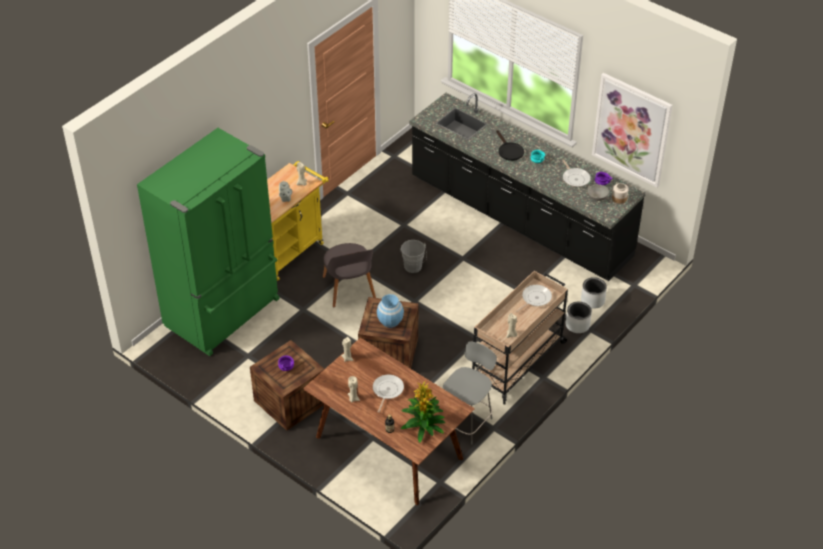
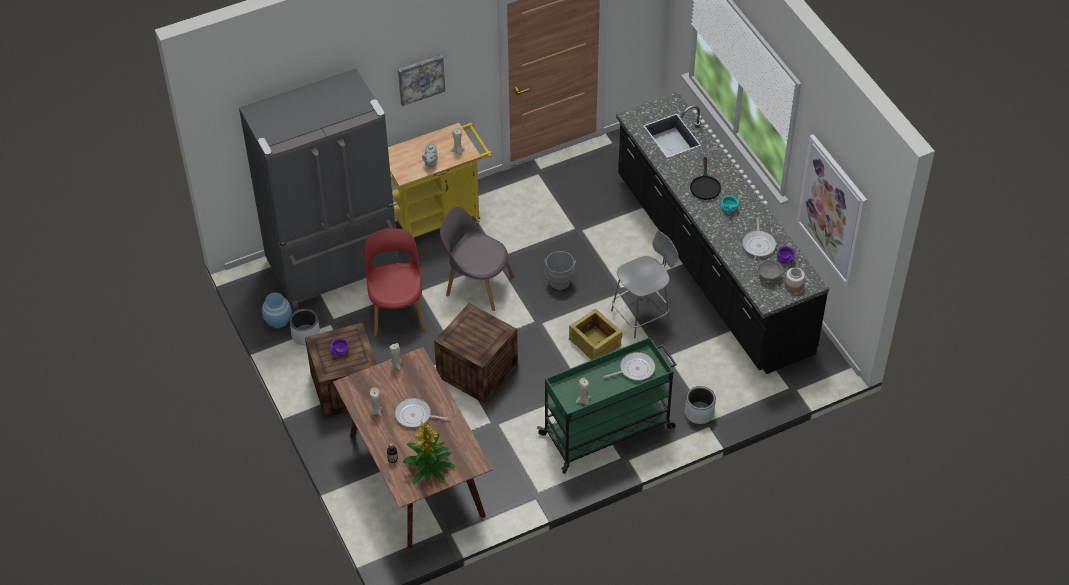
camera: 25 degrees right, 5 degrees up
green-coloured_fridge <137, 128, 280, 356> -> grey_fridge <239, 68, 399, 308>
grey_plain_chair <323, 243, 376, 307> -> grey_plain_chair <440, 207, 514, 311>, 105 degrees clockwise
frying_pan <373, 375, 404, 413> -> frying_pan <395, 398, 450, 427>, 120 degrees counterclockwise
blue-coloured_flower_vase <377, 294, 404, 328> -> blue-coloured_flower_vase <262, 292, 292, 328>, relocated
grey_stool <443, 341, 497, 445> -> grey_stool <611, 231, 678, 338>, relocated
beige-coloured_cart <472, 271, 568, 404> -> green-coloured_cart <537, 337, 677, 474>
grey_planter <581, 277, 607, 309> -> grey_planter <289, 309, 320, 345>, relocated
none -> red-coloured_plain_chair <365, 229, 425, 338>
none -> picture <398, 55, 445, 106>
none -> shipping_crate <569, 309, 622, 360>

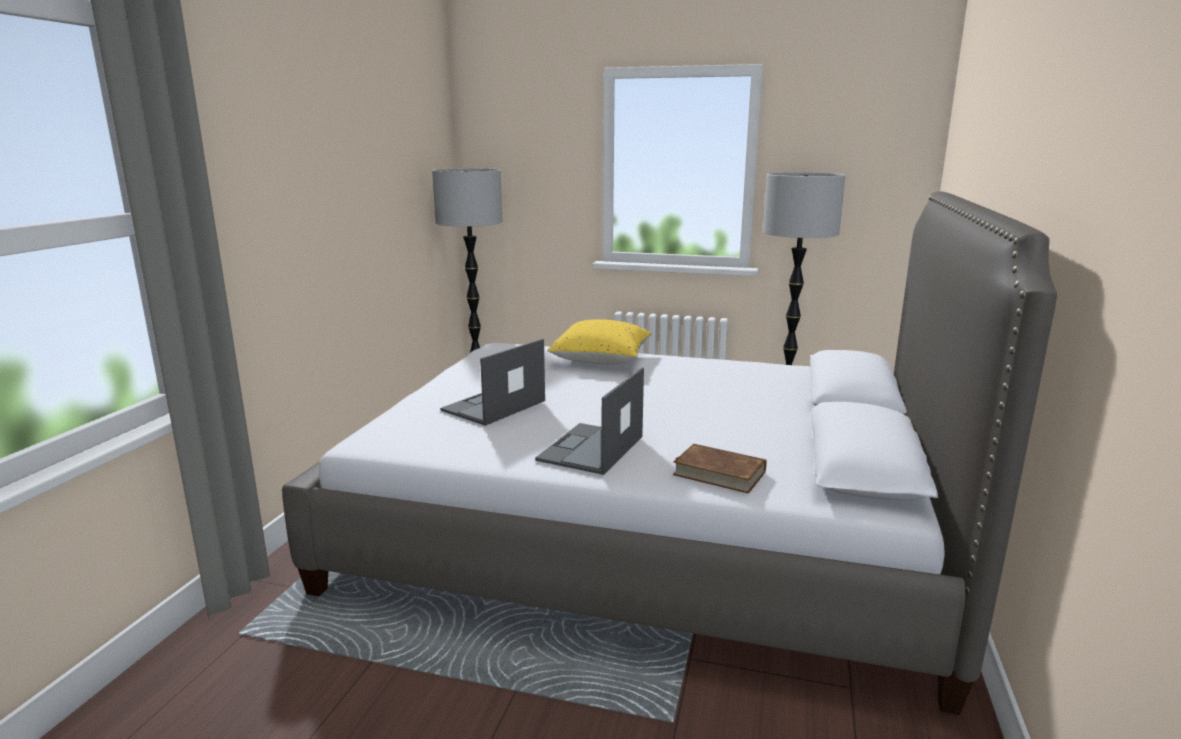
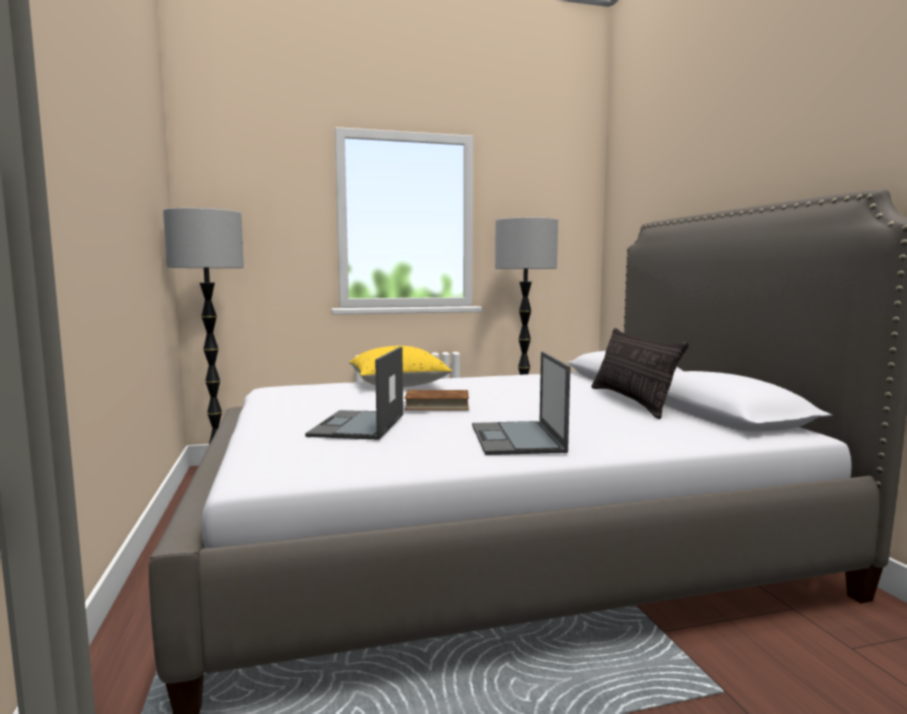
camera: 30 degrees left, 10 degrees down
brown-coloured_volume <673, 444, 767, 494> -> brown-coloured_volume <403, 390, 469, 410>, relocated
none -> cushion <591, 328, 689, 419>

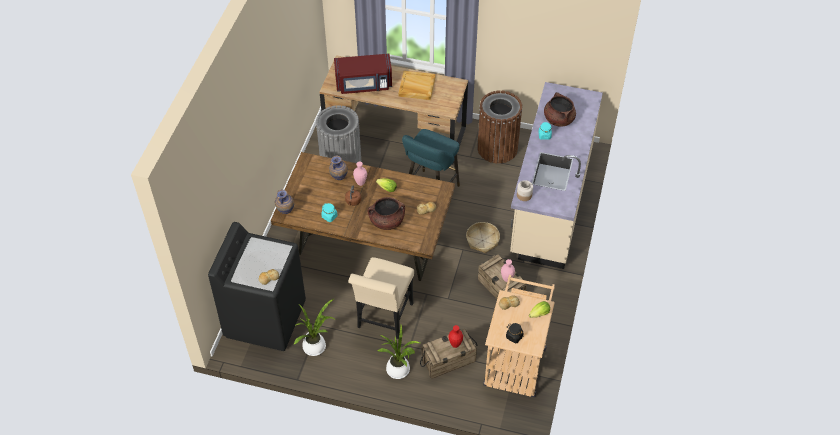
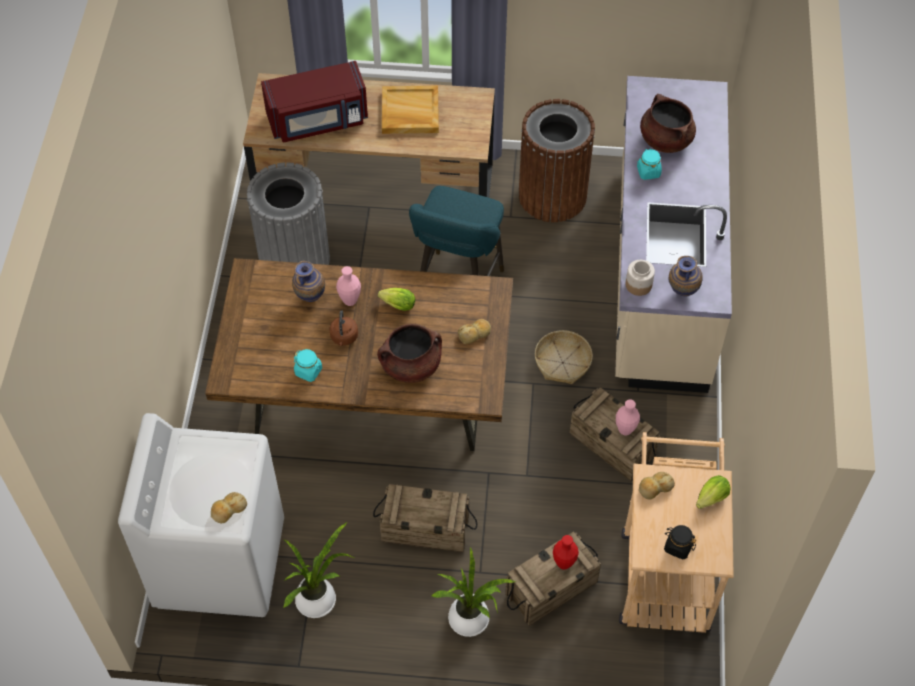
camera: 10 degrees left, 5 degrees up
black-coloured_laundry_appliance <208, 222, 306, 351> -> whitish_laundry_appliance <118, 413, 284, 617>
flower_vase <275, 190, 294, 214> -> flower_vase <669, 256, 703, 296>, relocated
beige-coloured_plain_chair <348, 257, 414, 339> -> shipping_crate <373, 484, 478, 552>

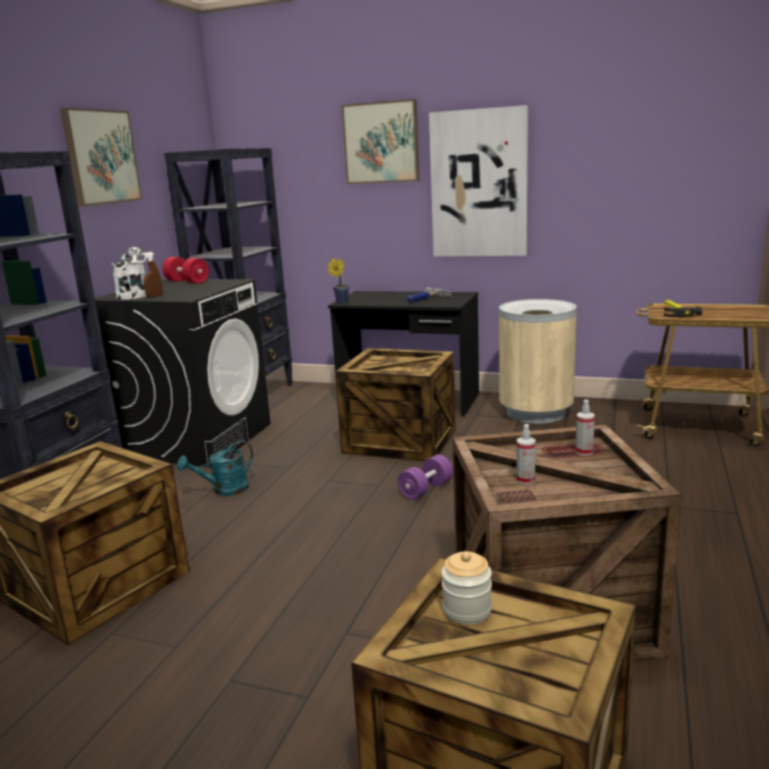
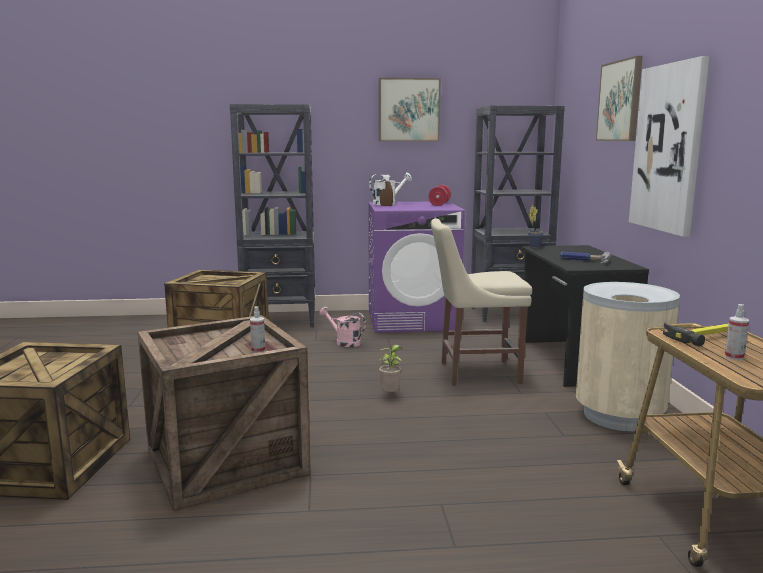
camera: 65 degrees right, 5 degrees down
black-coloured_laundry_appliance <95, 279, 271, 468> -> purplish_laundry_appliance <368, 201, 465, 333>
turquoise-coloured_watering_pot <177, 441, 253, 496> -> pink_watering_pot <319, 307, 366, 347>
shipping_crate <335, 348, 456, 462> -> beige-coloured_plain_chair <431, 219, 532, 386>
purplish_hand_weight <398, 454, 453, 500> -> houseplant <379, 345, 403, 392>
preserve_jar <441, 551, 492, 625> -> none
spray_bottle <516, 424, 536, 484> -> spray_bottle <725, 304, 749, 360>, relocated

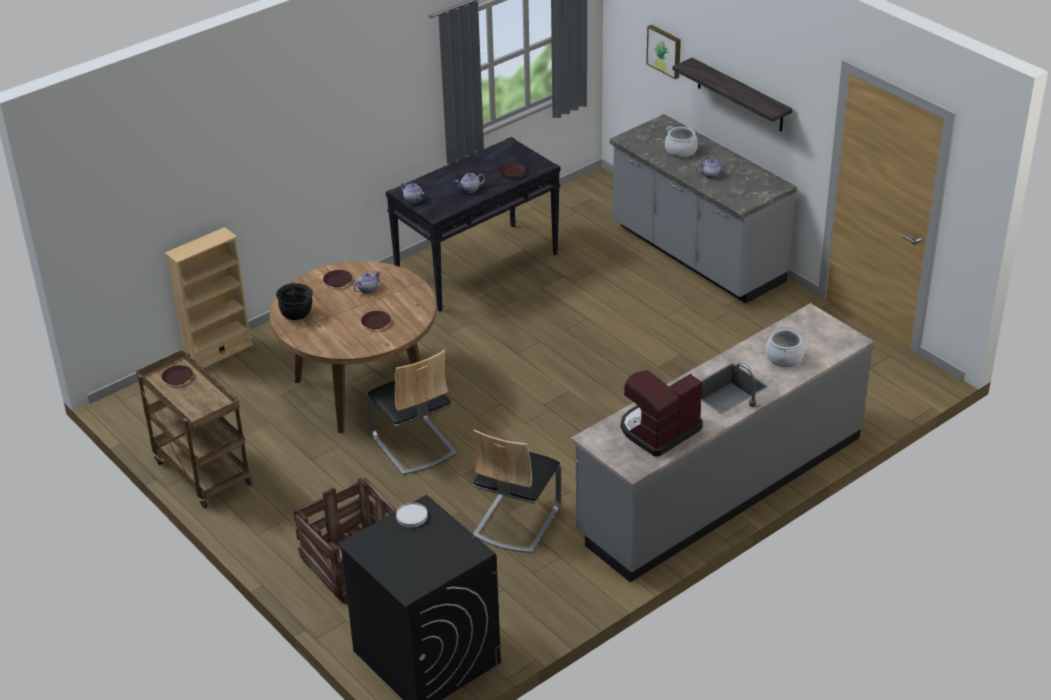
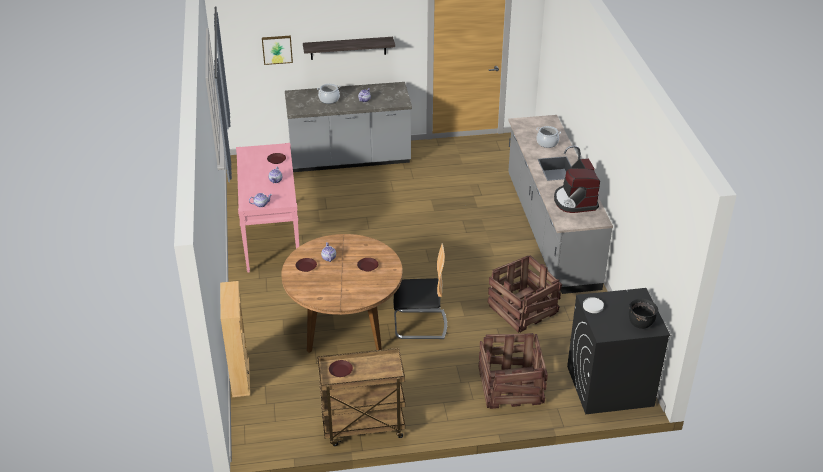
camera: 60 degrees left, 0 degrees up
black-coloured_stockpot <276, 283, 313, 320> -> black-coloured_stockpot <629, 299, 658, 329>, relocated
black-coloured_hall_table <386, 137, 560, 312> -> pink_hall_table <236, 143, 299, 273>
plain_chair <473, 429, 561, 553> -> shipping_crate <488, 255, 562, 332>

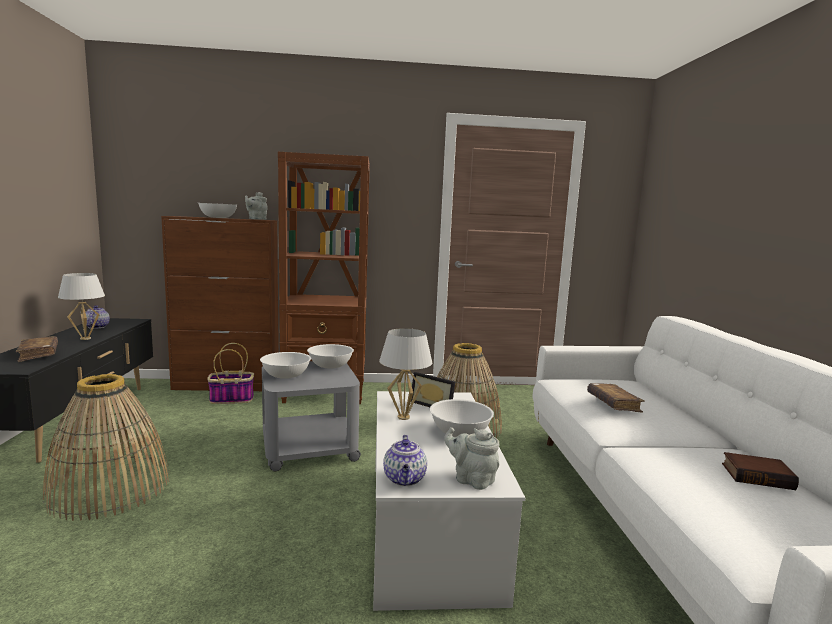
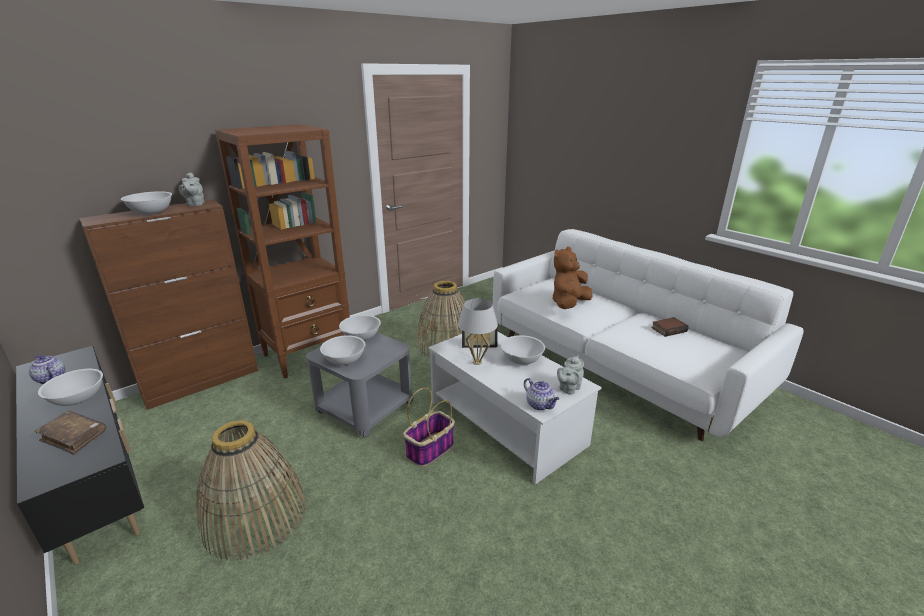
camera: 35 degrees left, 15 degrees up
whitish_lamp_for_a_table <58, 273, 105, 340> -> whitish_deep_dish <38, 369, 103, 406>
storage_basket <207, 343, 254, 404> -> storage_basket <403, 388, 455, 467>, relocated
grey_tea_pot <444, 427, 499, 490> -> grey_tea_pot <557, 355, 584, 394>, 45 degrees counterclockwise
brown-coloured_volume <587, 383, 645, 412> -> brown-coloured_cuddly_toy <553, 247, 593, 309>

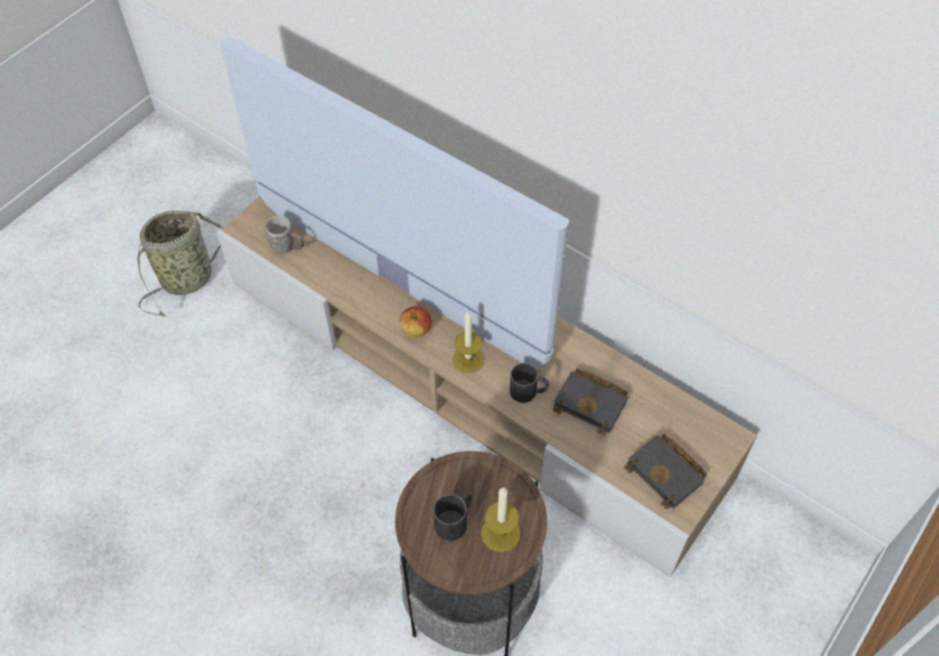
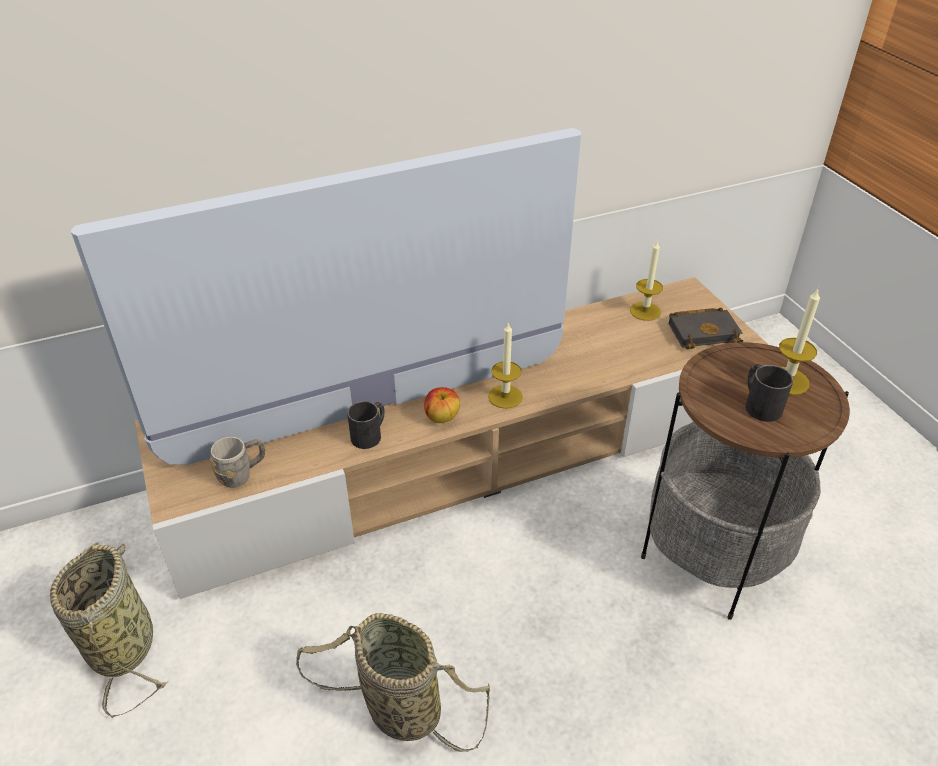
camera: 60 degrees left, 15 degrees down
black-coloured_mug <510, 363, 549, 403> -> black-coloured_mug <347, 401, 385, 449>, relocated
black-coloured_volume <553, 368, 628, 435> -> none
none -> storage_basket <296, 613, 490, 752>
none -> candle <630, 240, 663, 321>

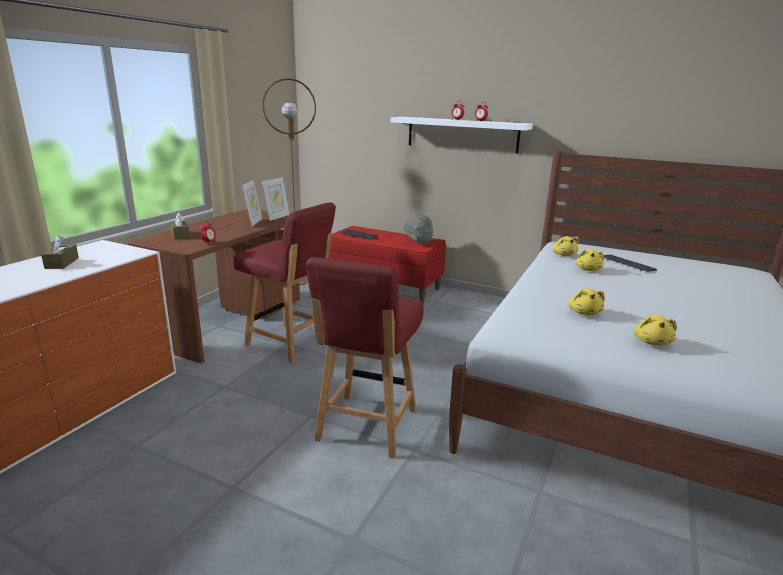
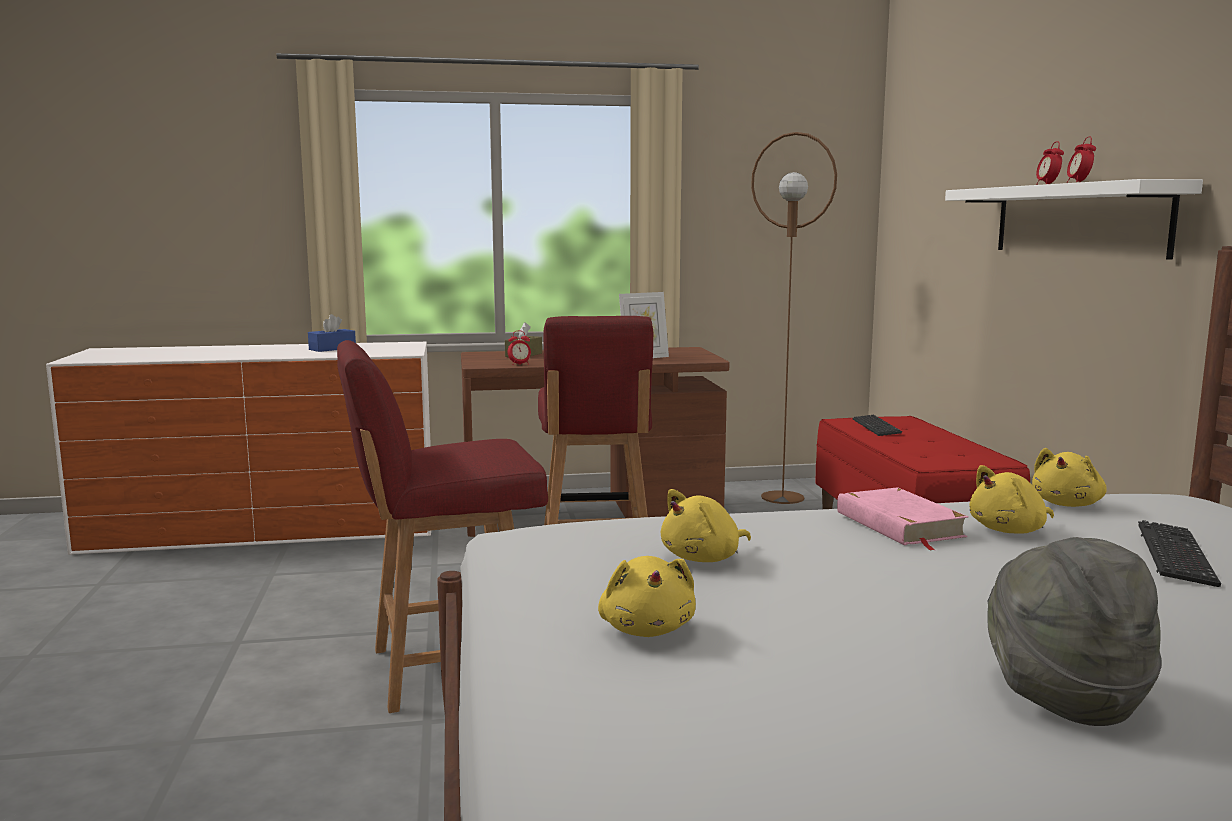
camera: 55 degrees right, 10 degrees down
brown-coloured_tissue_box <41, 235, 79, 269> -> blue-coloured_tissue_box <308, 314, 356, 352>
picture_frame <262, 177, 289, 221> -> none
grey_clothing_hat <404, 215, 433, 245> -> grey_clothing_hat <987, 537, 1162, 726>, relocated
yellow-coloured_cuddly_toy <634, 315, 677, 346> -> yellow-coloured_cuddly_toy <598, 556, 696, 637>, 75 degrees counterclockwise
none -> pink_volume <837, 487, 969, 551>

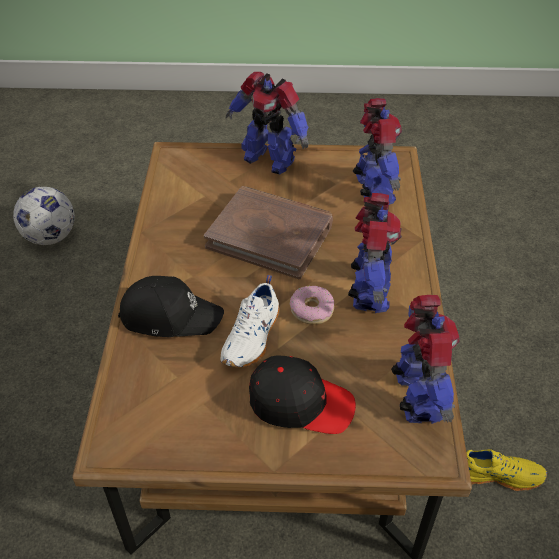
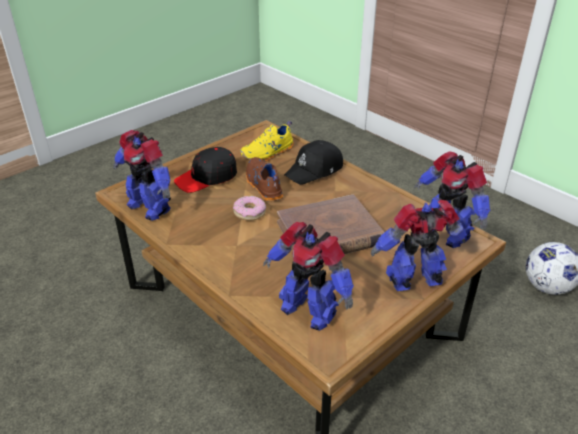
camera: 135 degrees right, 10 degrees down
whitish_item_of_footwear <220, 275, 279, 368> -> brown-coloured_item_of_footwear <246, 157, 283, 201>
robot_figure <348, 193, 402, 313> -> robot_figure <414, 151, 490, 248>, relocated
yellow-coloured_item_of_footwear <466, 449, 547, 491> -> yellow-coloured_item_of_footwear <240, 121, 294, 162>, relocated

